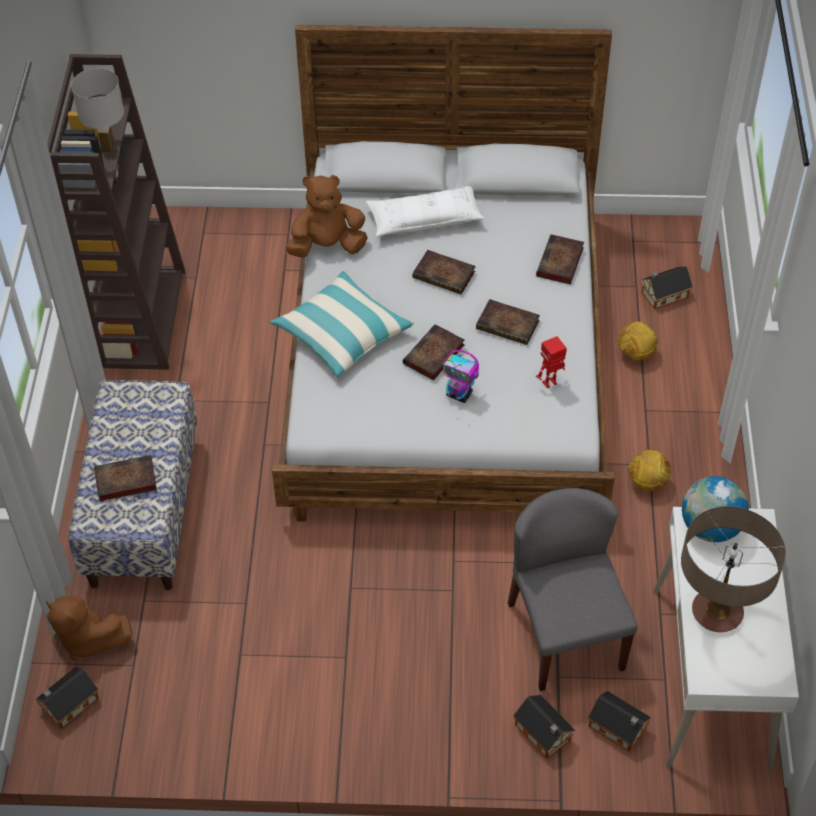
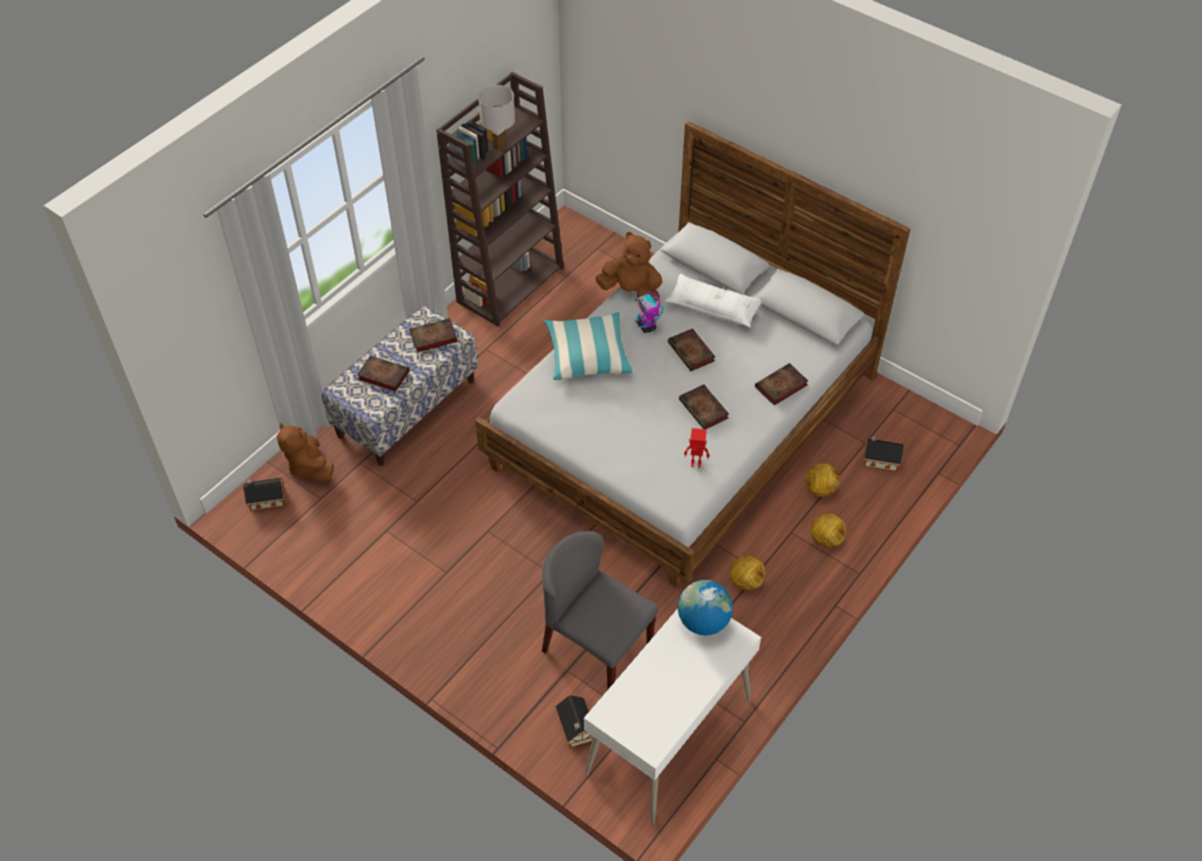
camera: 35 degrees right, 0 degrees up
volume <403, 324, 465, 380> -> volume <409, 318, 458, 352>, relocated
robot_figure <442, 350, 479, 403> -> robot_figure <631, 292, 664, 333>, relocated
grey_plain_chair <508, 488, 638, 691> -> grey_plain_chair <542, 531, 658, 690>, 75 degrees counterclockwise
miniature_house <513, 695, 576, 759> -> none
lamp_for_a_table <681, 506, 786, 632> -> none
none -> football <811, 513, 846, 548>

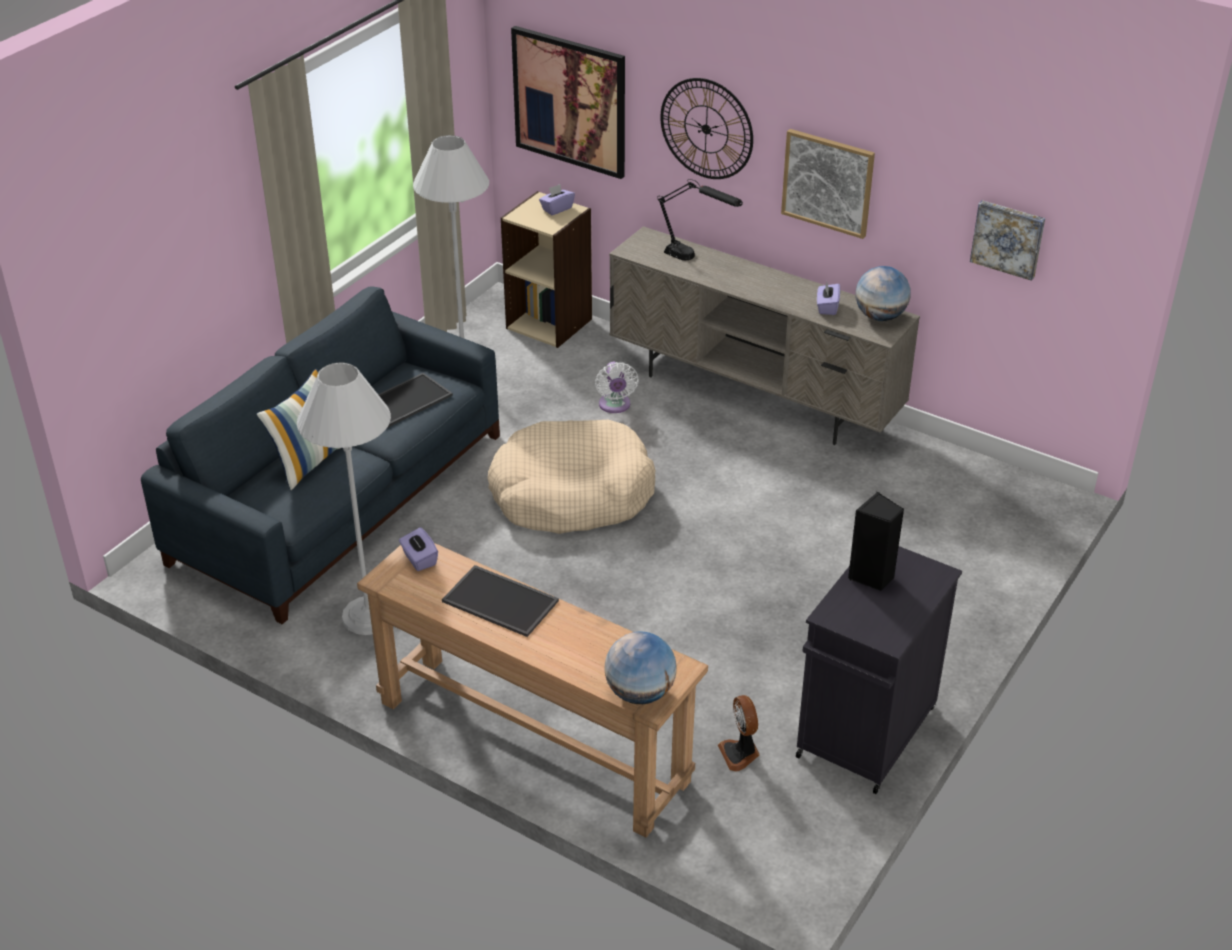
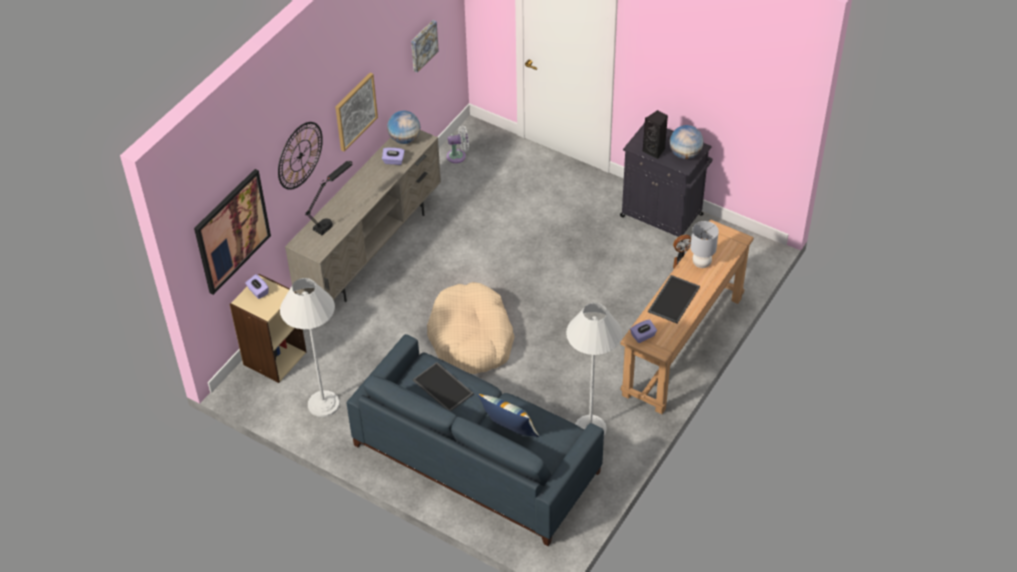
camera: 90 degrees left, 10 degrees up
whitish_cooling_fan <595, 362, 639, 413> -> whitish_cooling_fan <446, 126, 469, 163>, relocated
globe <604, 632, 677, 704> -> globe <670, 125, 704, 159>, relocated
none -> grey_lamp_for_a_table <690, 221, 719, 268>

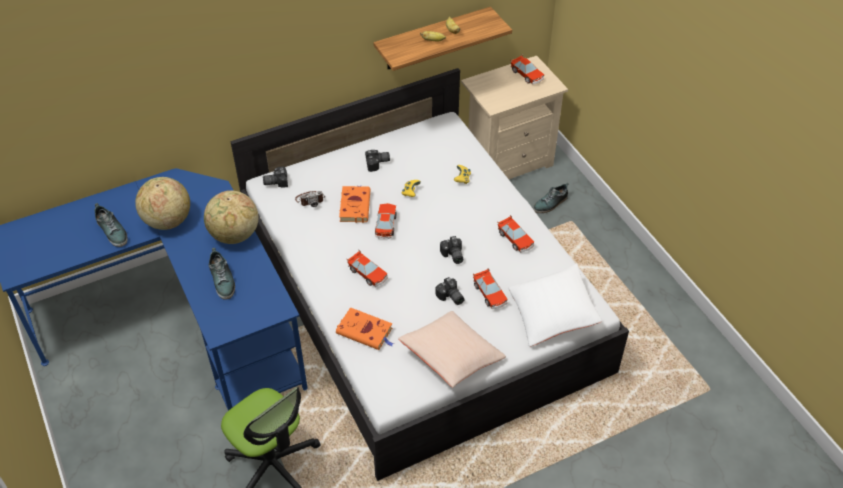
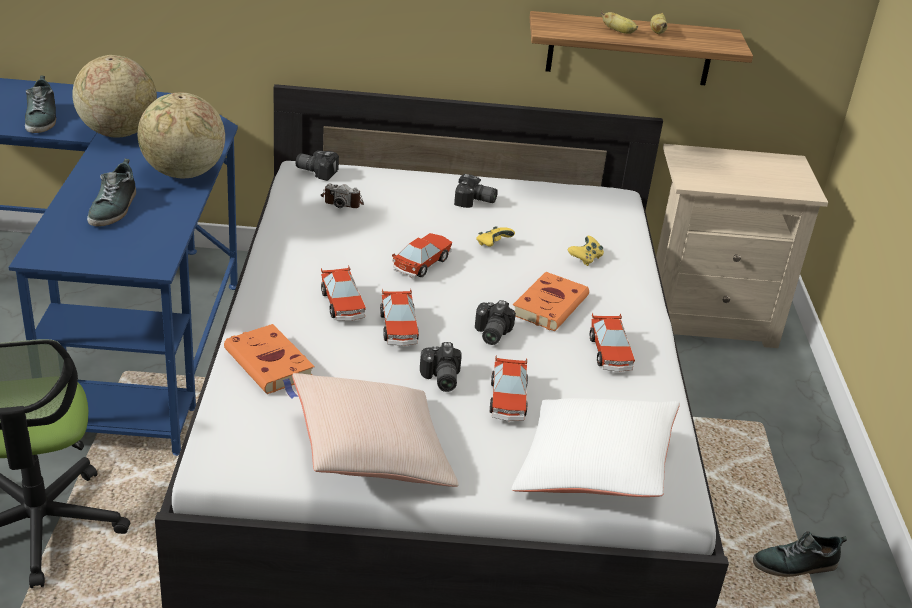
camera: 25 degrees right, 15 degrees down
orange-coloured_volume <339, 186, 371, 223> -> orange-coloured_volume <513, 272, 589, 331>, relocated
toy_car <510, 54, 544, 85> -> toy_car <380, 289, 419, 346>, relocated
item_of_footwear <533, 182, 569, 213> -> item_of_footwear <753, 531, 847, 577>, relocated

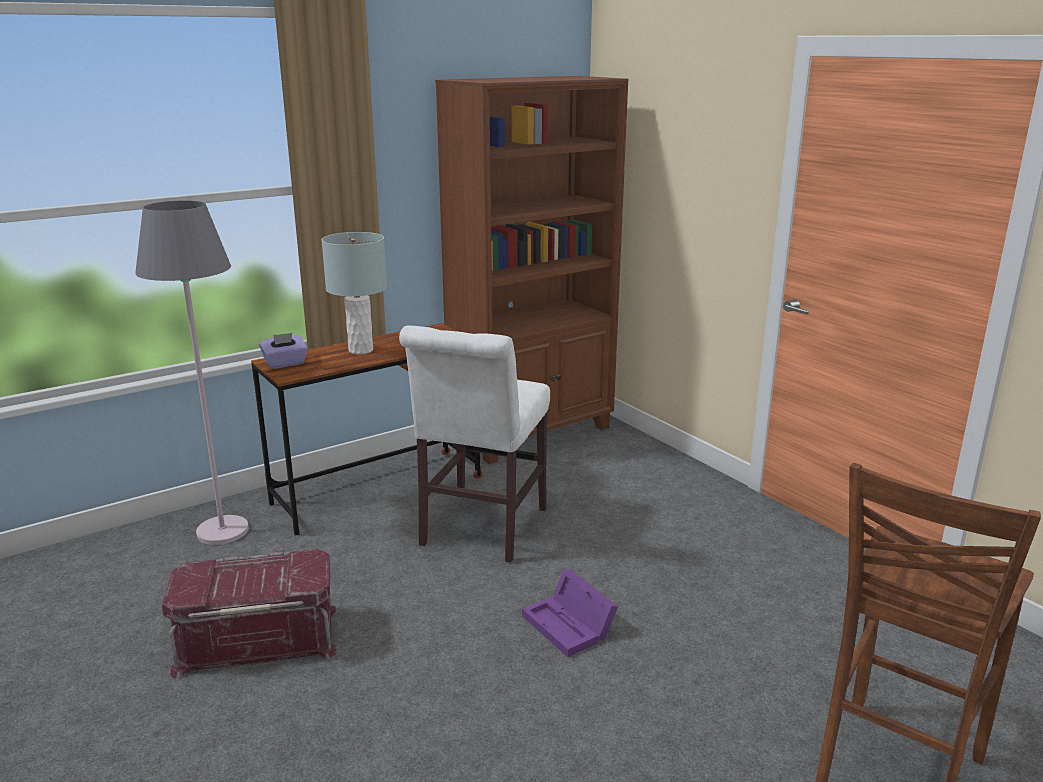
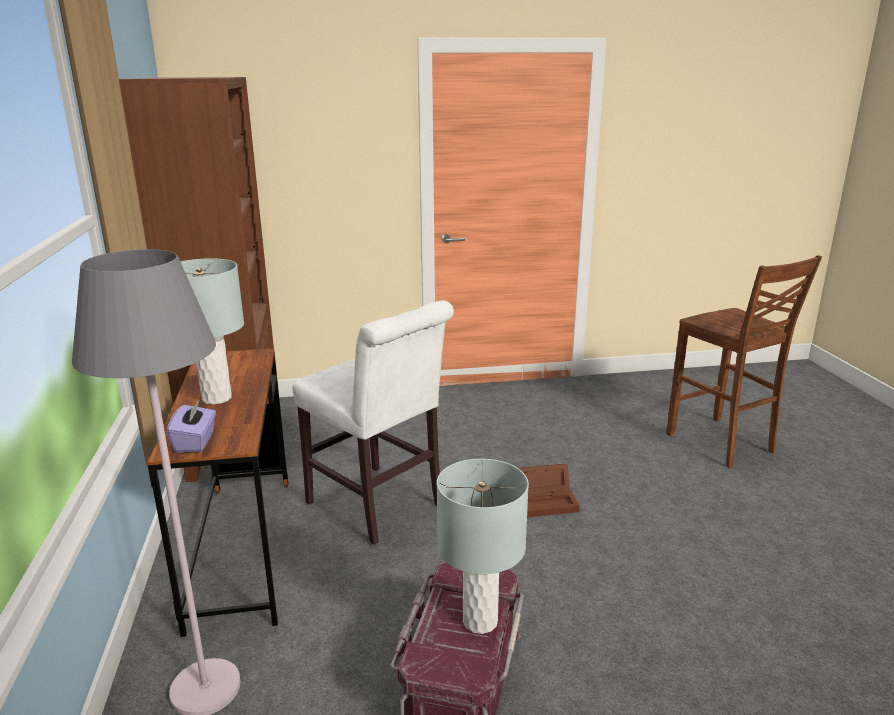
camera: 65 degrees left, 0 degrees up
purplish_storage_container <522, 569, 618, 657> -> brown-coloured_storage_container <518, 464, 580, 517>
none -> grey_lamp_for_a_table <437, 459, 529, 634>

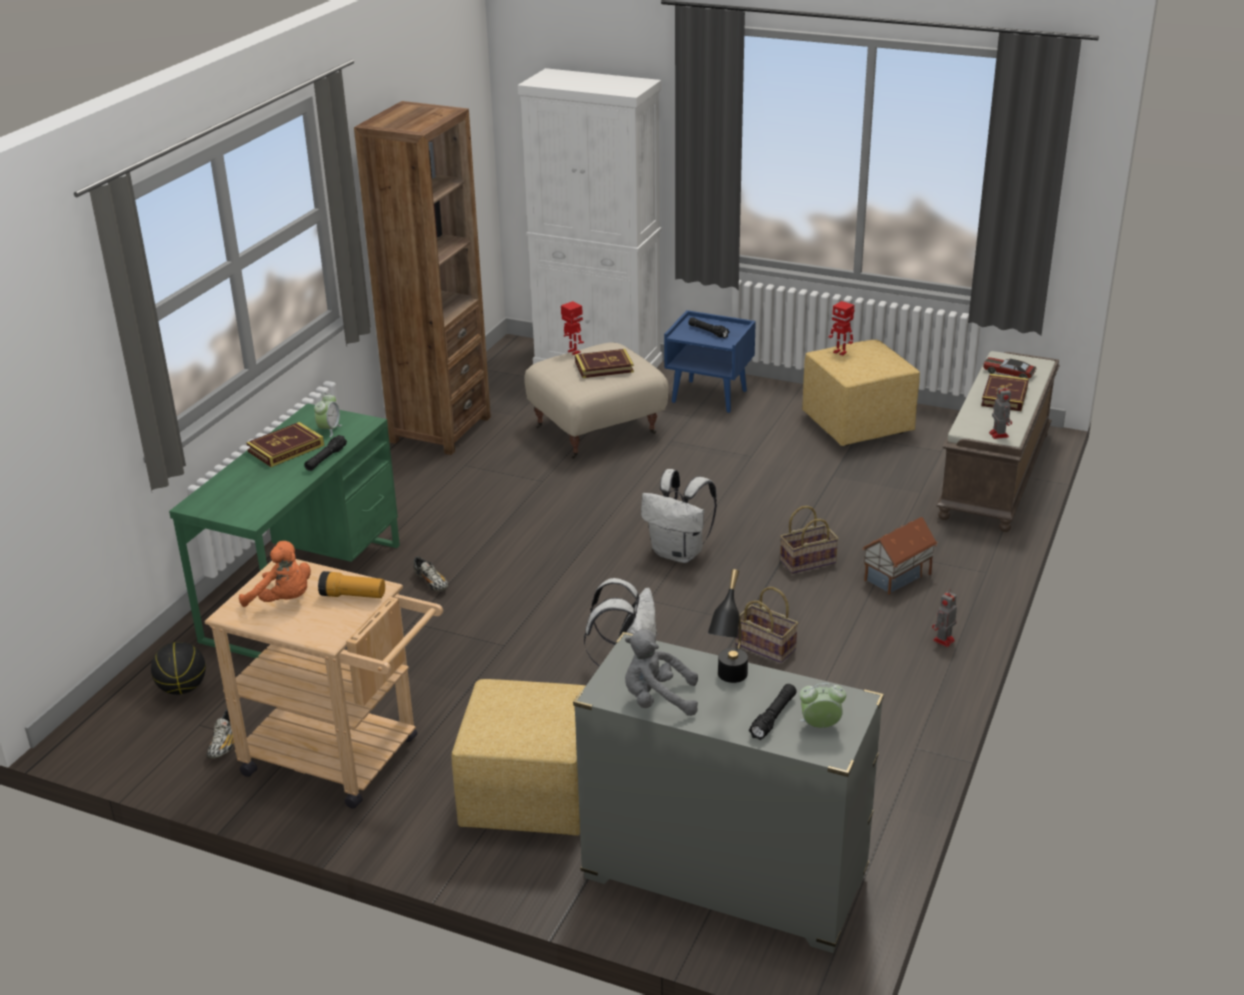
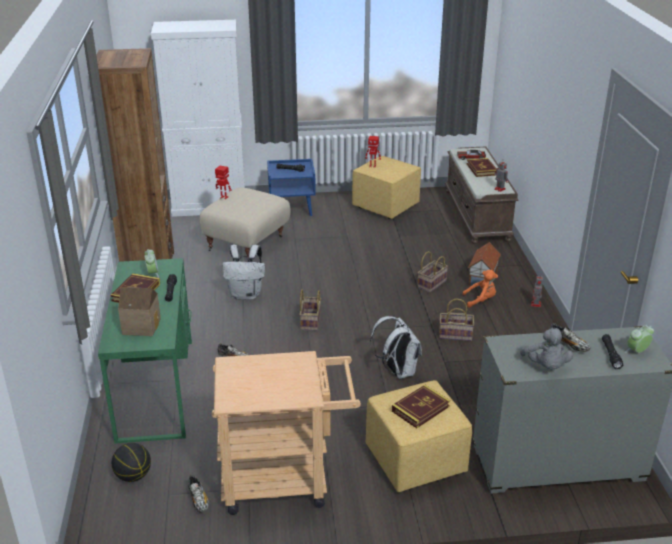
camera: 30 degrees left, 0 degrees up
orange-coloured_cuddly_toy <239, 541, 311, 607> -> orange-coloured_cuddly_toy <462, 270, 498, 308>, relocated
flashlight <318, 571, 385, 598> -> none
volume <575, 349, 634, 378> -> volume <392, 385, 450, 428>, relocated
grey_cuddly_toy <625, 629, 698, 716> -> grey_cuddly_toy <520, 328, 573, 369>, 75 degrees counterclockwise
whitish_backpack <641, 469, 717, 563> -> whitish_backpack <222, 245, 265, 299>, relocated
black-coloured_lamp_for_a_table <708, 569, 748, 683> -> item_of_footwear <550, 323, 591, 352>
none -> miniature_house <118, 287, 161, 336>
none -> storage_basket <299, 289, 321, 331>

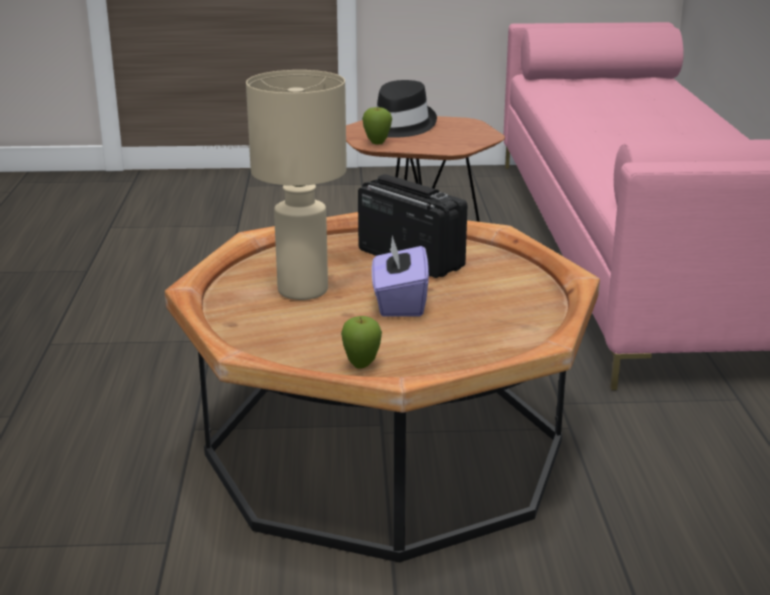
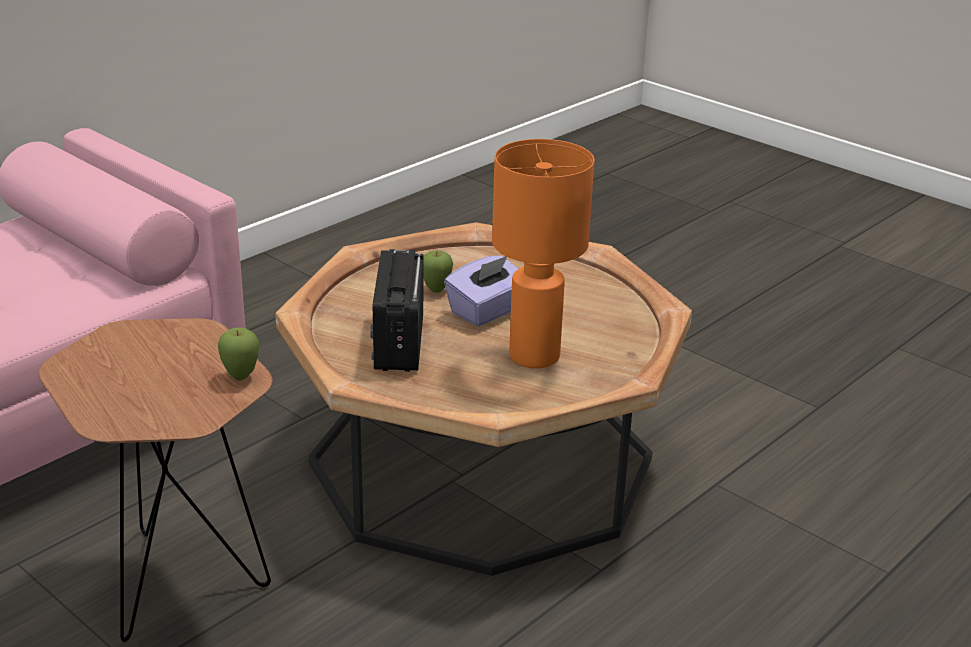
camera: 135 degrees left, 5 degrees up
beige-coloured_lamp_for_a_table <246, 70, 347, 300> -> orange-coloured_lamp_for_a_table <492, 139, 595, 368>
apple_fruit <341, 316, 382, 369> -> apple_fruit <423, 250, 453, 293>, relocated
black-coloured_clothing_hat <377, 80, 437, 138> -> none

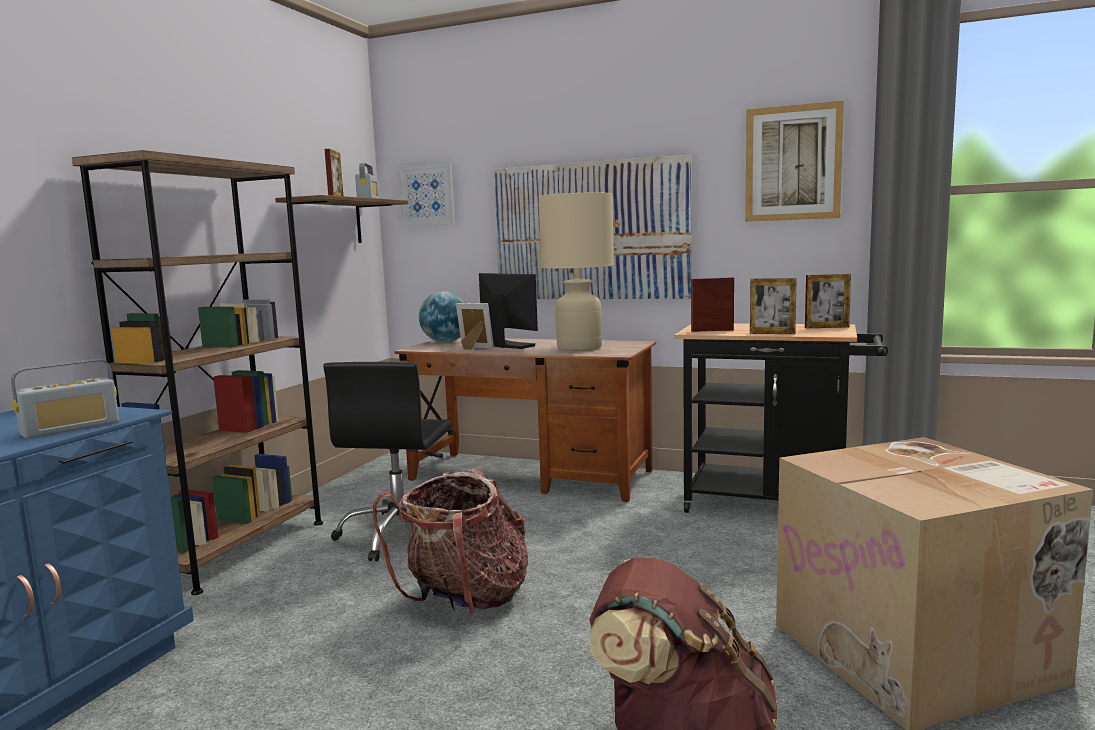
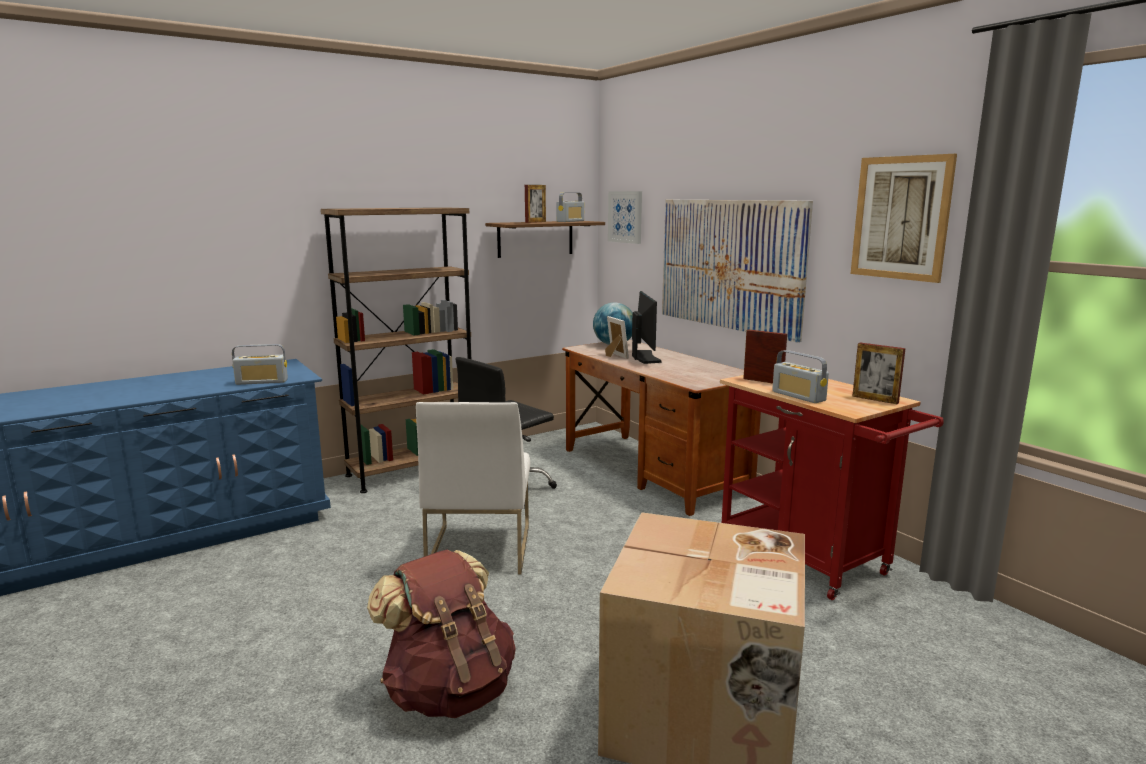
camera: 35 degrees right, 5 degrees up
backpack <373, 469, 528, 615> -> whitish_plain_chair <416, 402, 530, 575>
beige-coloured_lamp_for_a_table <538, 192, 614, 351> -> none
black-coloured_cart <674, 323, 888, 513> -> red-coloured_cart <720, 375, 944, 600>
picture_frame <750, 278, 797, 334> -> radio_receiver <772, 350, 829, 403>

